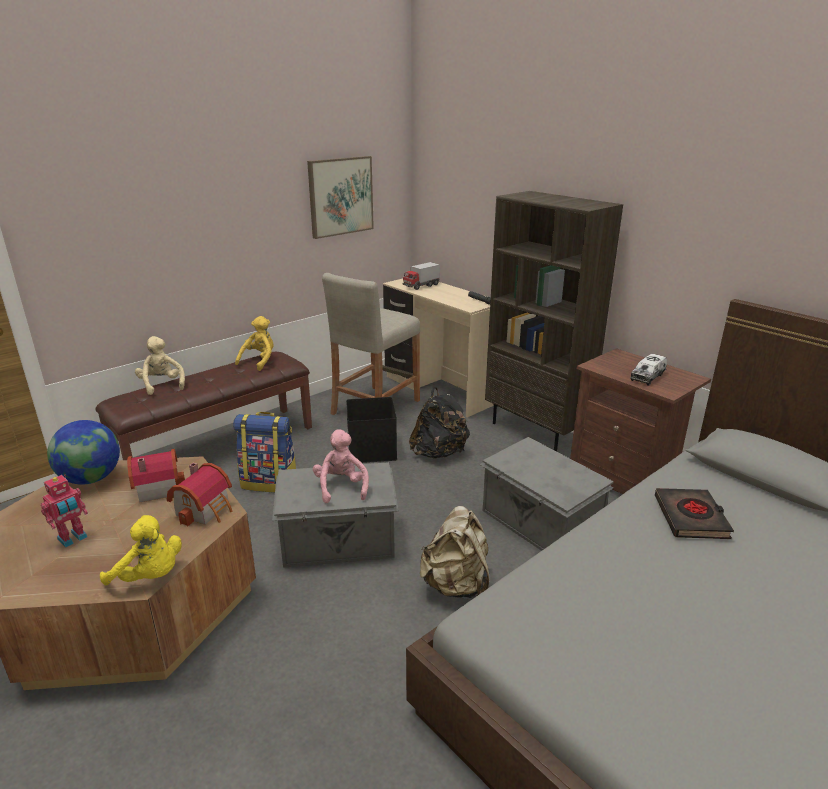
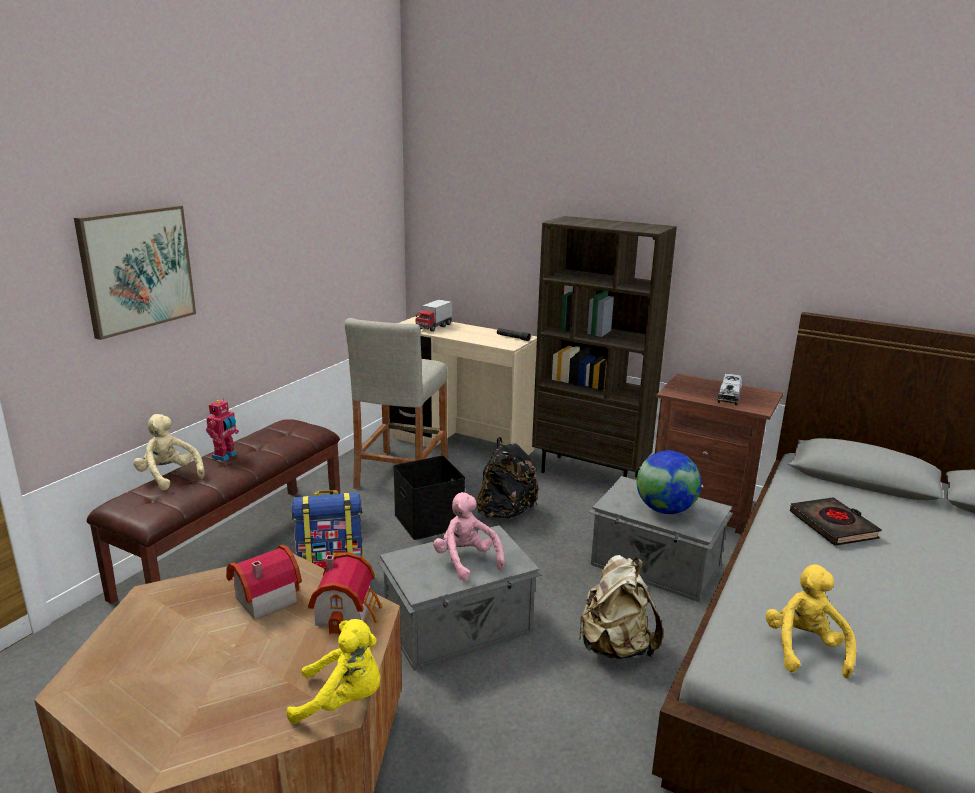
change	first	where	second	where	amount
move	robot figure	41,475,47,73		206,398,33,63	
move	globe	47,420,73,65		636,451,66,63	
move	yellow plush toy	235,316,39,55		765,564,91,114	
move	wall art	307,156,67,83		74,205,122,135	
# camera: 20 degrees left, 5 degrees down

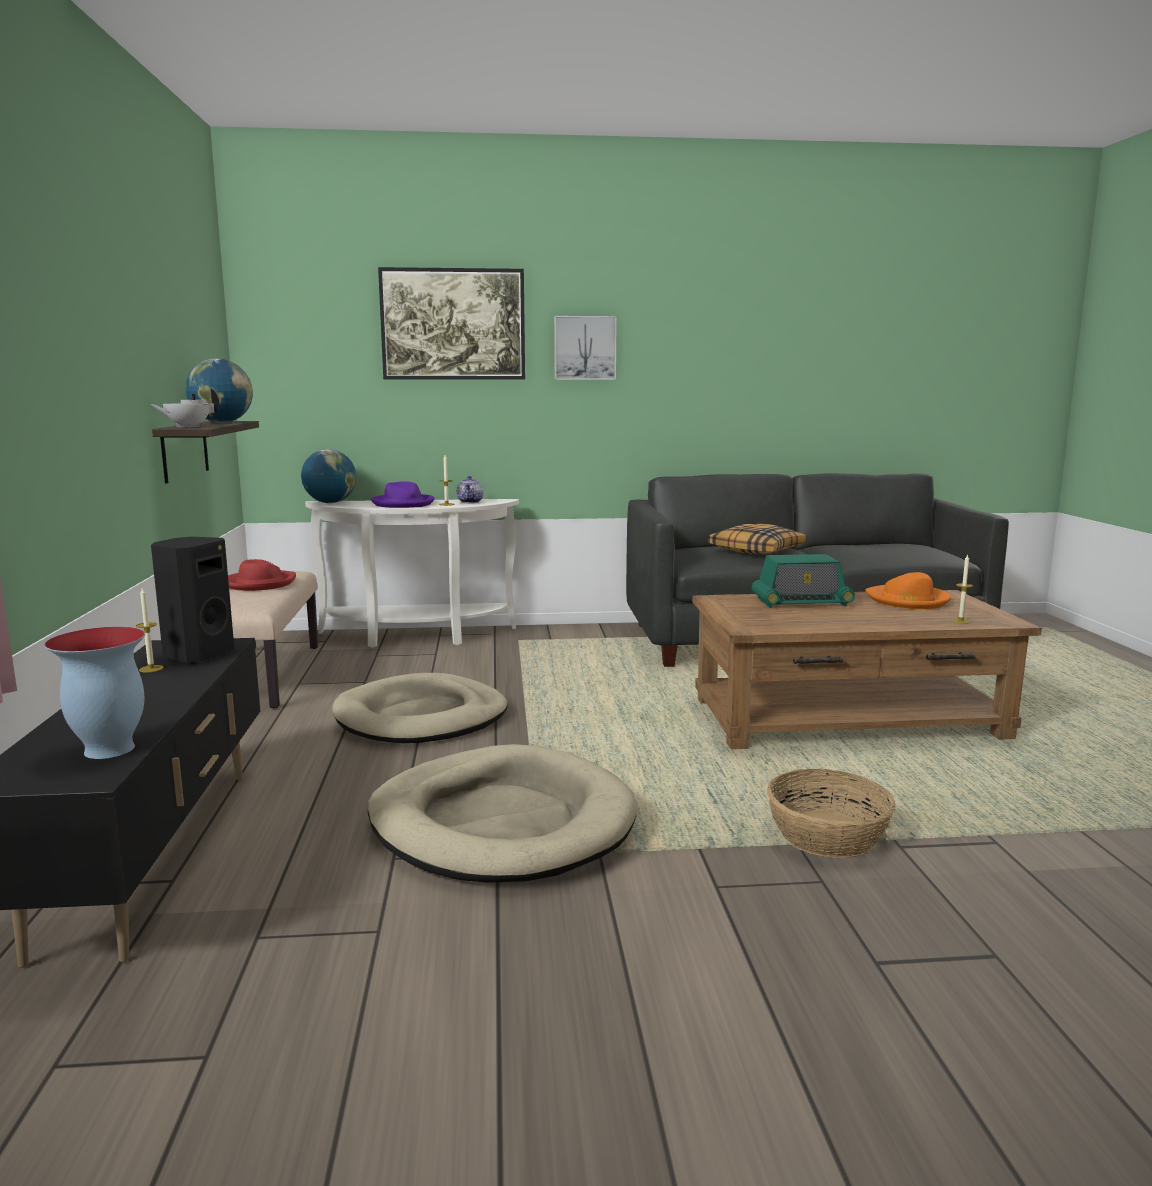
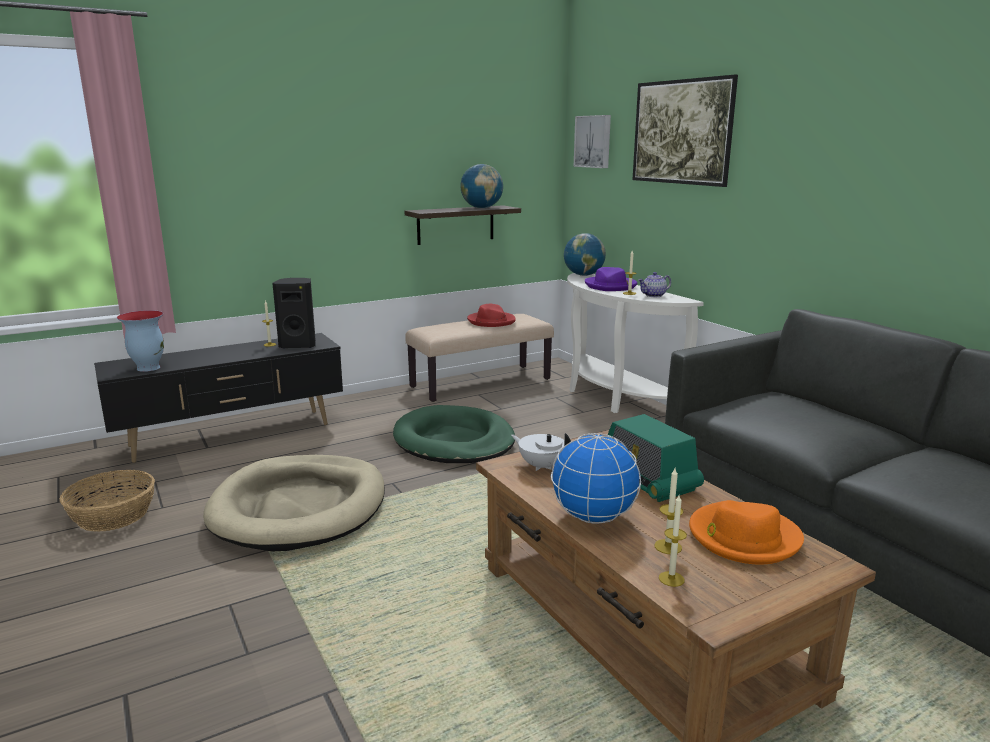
change	first	where	second	where	amount
delete	pillow	708,524,99,31			
insert			globe	551,433,90,91	
insert			wax light	654,468,29,86	
move	whitish teapot	149,388,70,40		511,433,60,38	
move	wall art	554,316,63,64		574,115,37,53	
move	household basket	767,769,129,89		60,470,95,62	
recolor	beige-coloured dog cushion	332,673,176,70	green-coloured dog cushion	393,405,122,58	
# camera: 65 degrees right, 5 degrees up

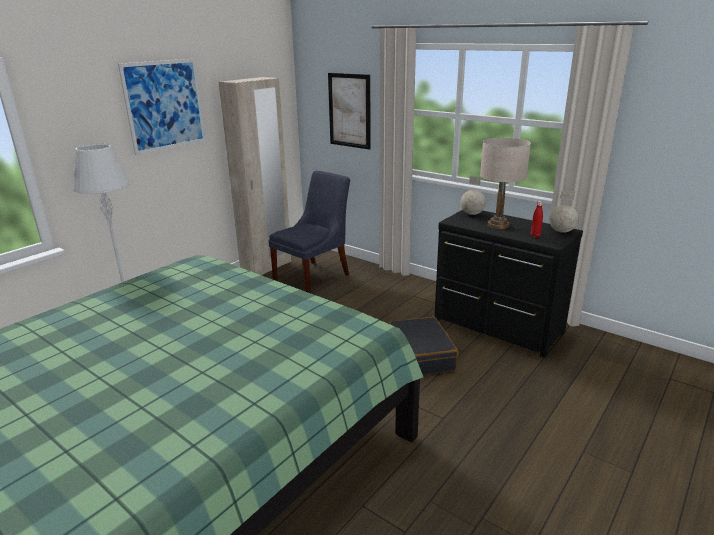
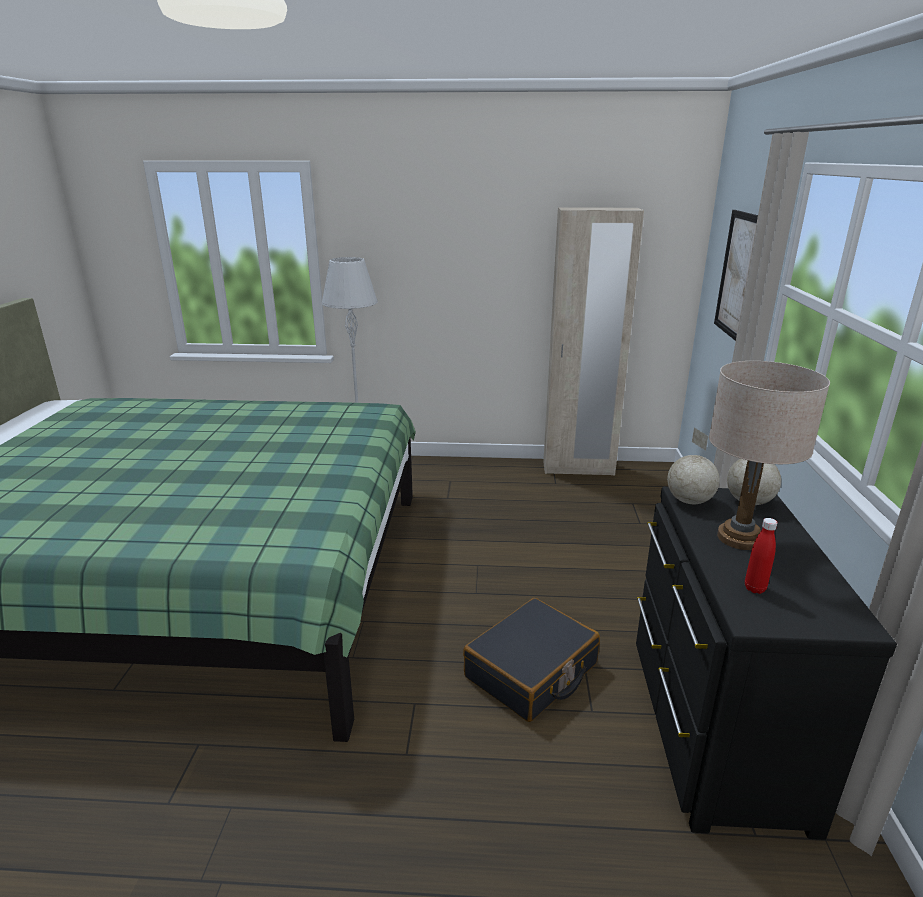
change	first	where	second	where	amount
delete	wall art	118,59,88,96			
delete	blue chair	269,170,81,123			
move	globe	549,190,30,43		667,428,53,76	
# camera: 55 degrees right, 0 degrees up

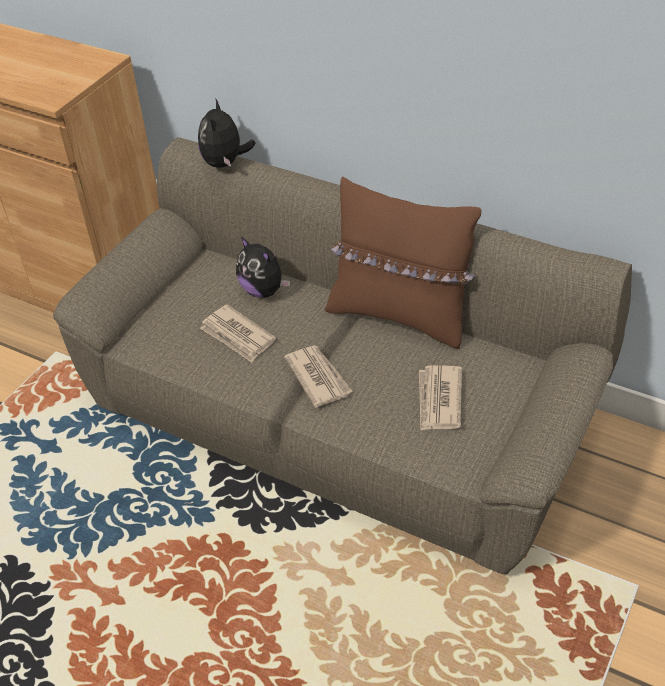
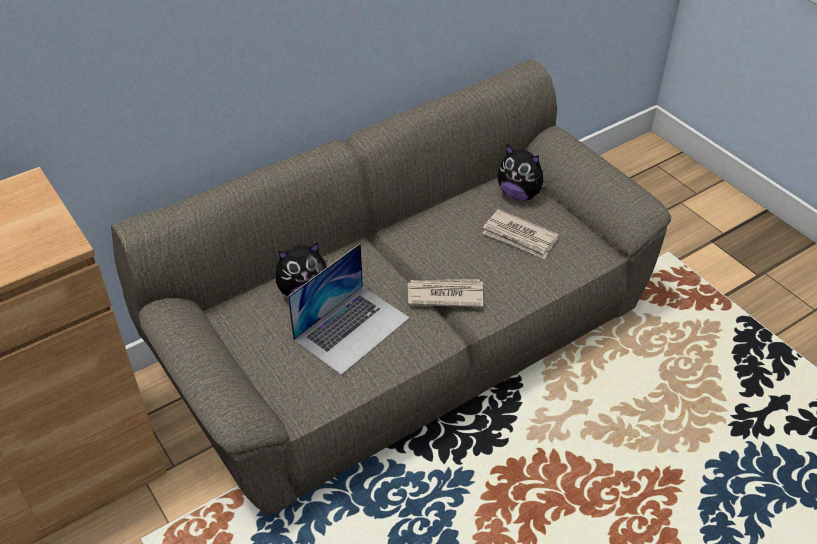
change	first	where	second	where	amount
delete	brown pillow	325,177,156,172			
move	plush toy	198,99,58,69		497,145,54,56	
replace	printed paper	200,304,76,59	laptop	288,243,122,132	
# camera: 65 degrees left, 0 degrees up

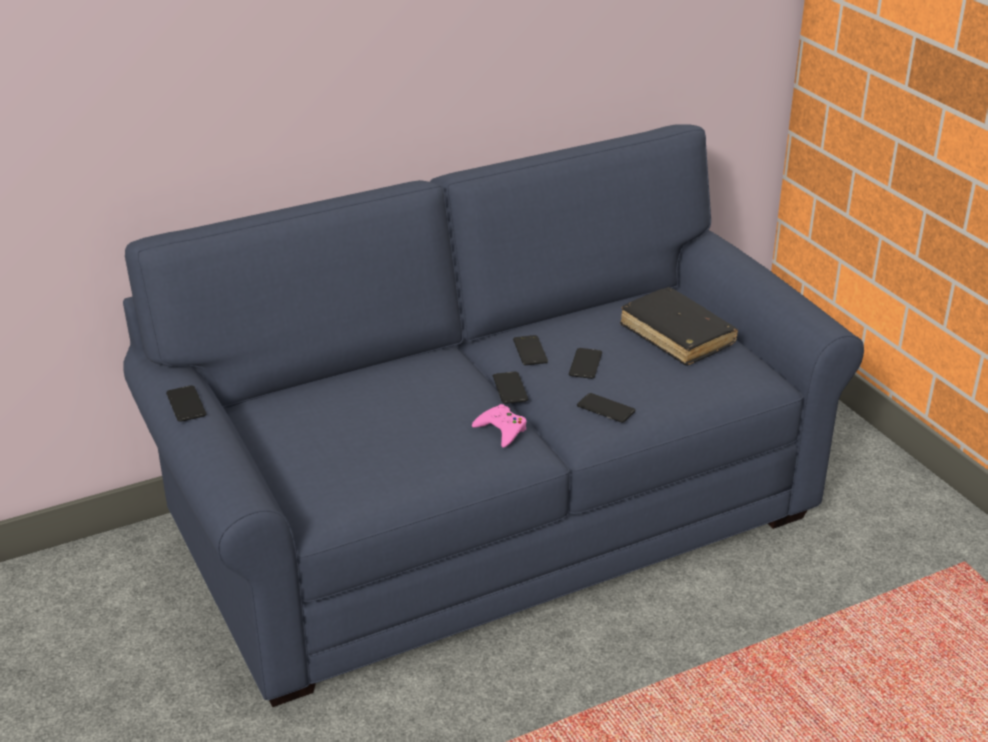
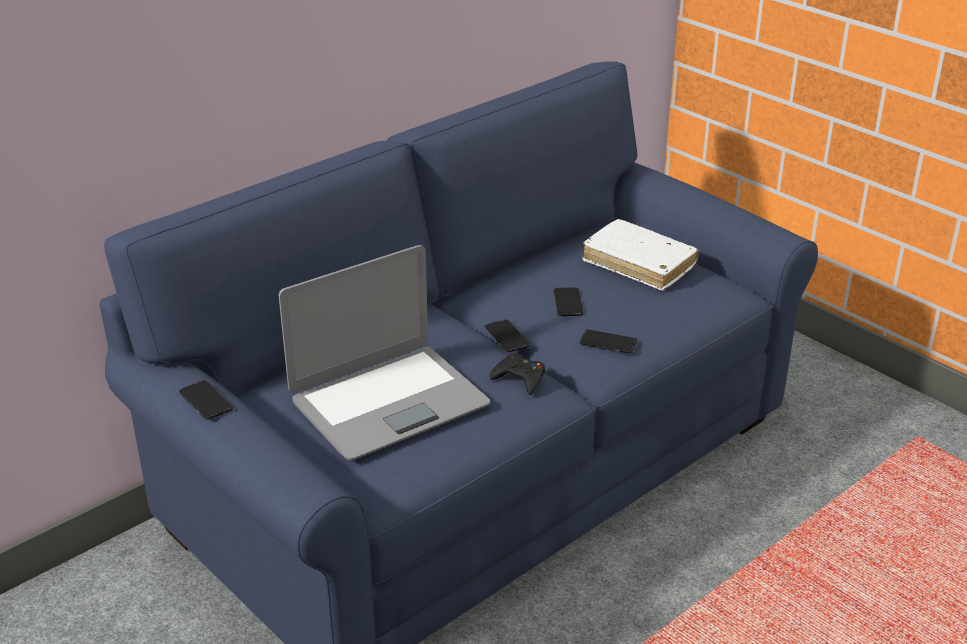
change	first	where	second	where	amount
delete	telephone	513,335,35,30			
insert			laptop	279,245,211,215	
recolor	pink gamepad	472,404,55,44	black-coloured gamepad	489,353,56,42	
recolor	black-coloured volume	620,287,118,79	whitish volume	582,219,117,72	
# camera: 15 degrees left, 0 degrees up

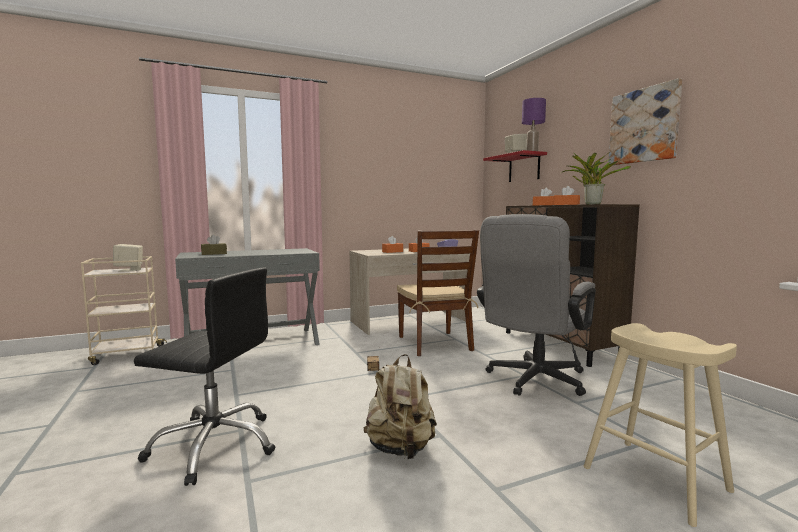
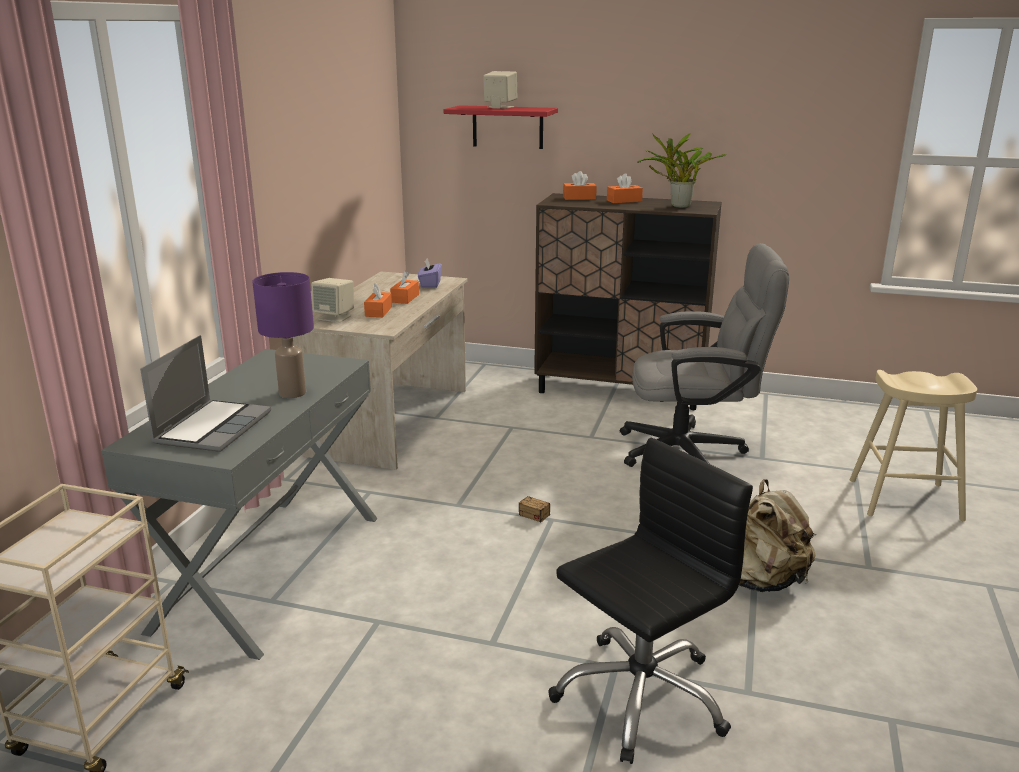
change	first	where	second	where	amount
delete	brown chair	397,230,82,126			
delete	wall art	608,78,74,87			
move	beige-coloured audio speaker	113,244,30,28		311,278,43,45	
move	purple-coloured table lamp	522,98,24,53		252,272,62,126	
replace	brown box of tissues	201,234,26,21	laptop	140,335,131,117	
rotate	greyish desk chair	477,214,119,182		620,243,169,224	75 degrees counterclockwise
# camera: 50 degrees left, 15 degrees up

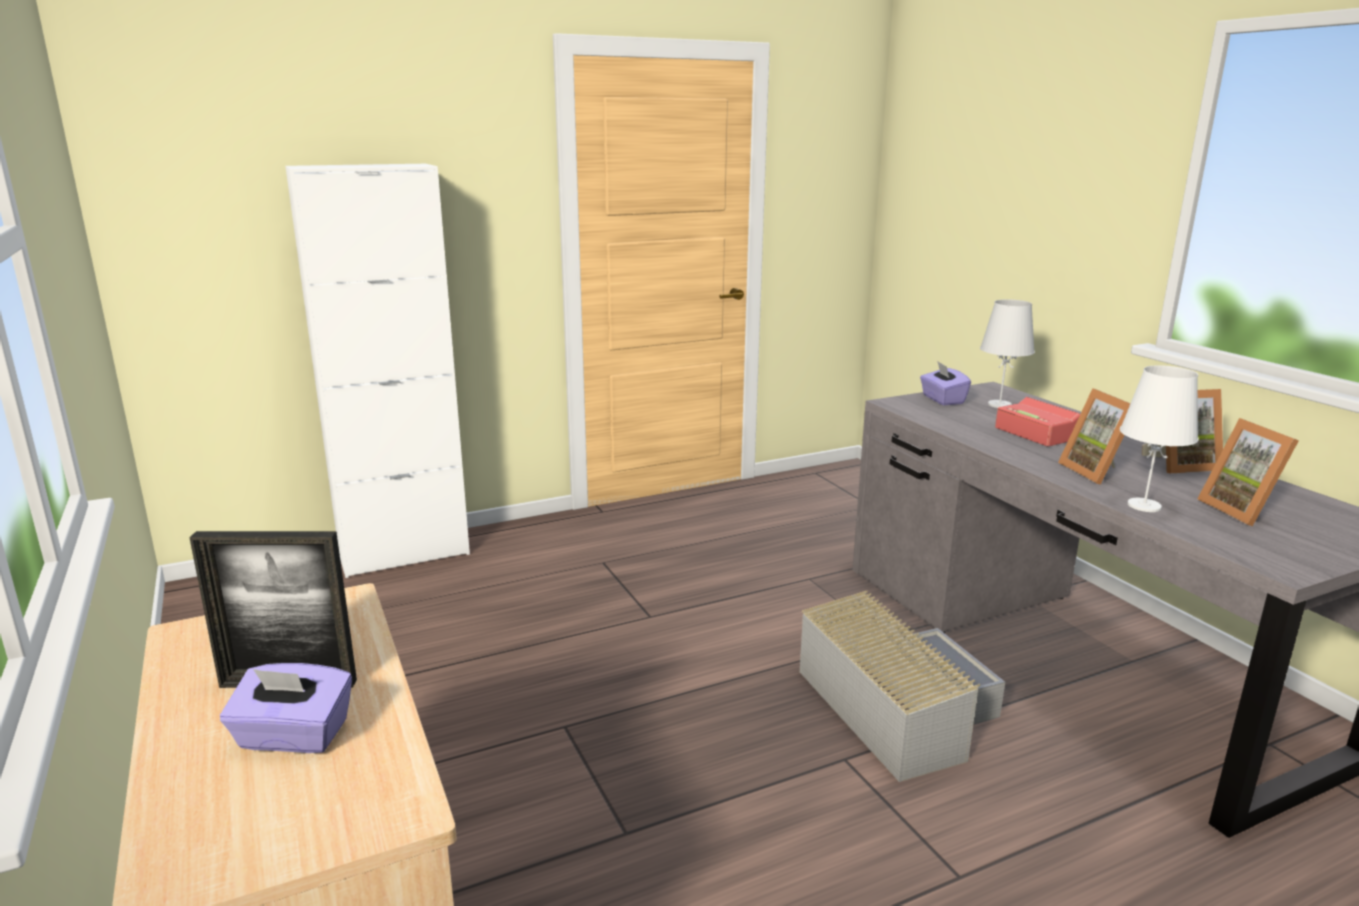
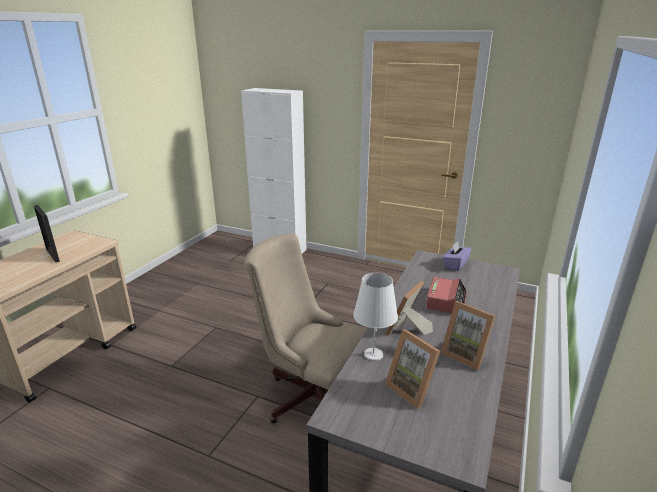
change	first	where	second	where	amount
delete	purple-coloured box of tissues	220,663,132,90			
delete	whitish table lamp	980,299,55,109			
replace	greyish storage container	800,590,205,192	beige-coloured desk chair	244,233,123,190	
rotate	picture frame	1198,418,101,108		385,329,55,80	75 degrees counterclockwise
# camera: 50 degrees right, 5 degrees up

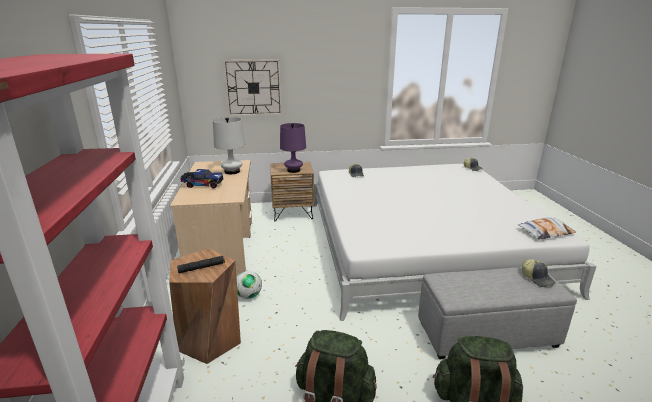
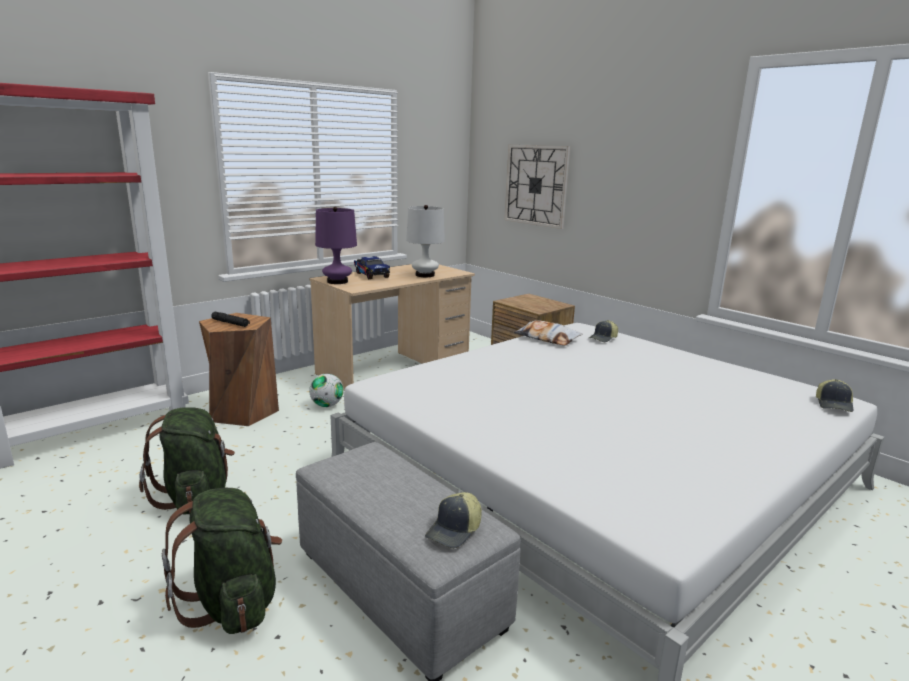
change	first	where	second	where	amount
move	purple-coloured table lamp	280,123,26,50		315,207,42,77	
move	pillow	518,217,58,23		514,320,69,26	
# camera: 55 degrees right, 5 degrees down

